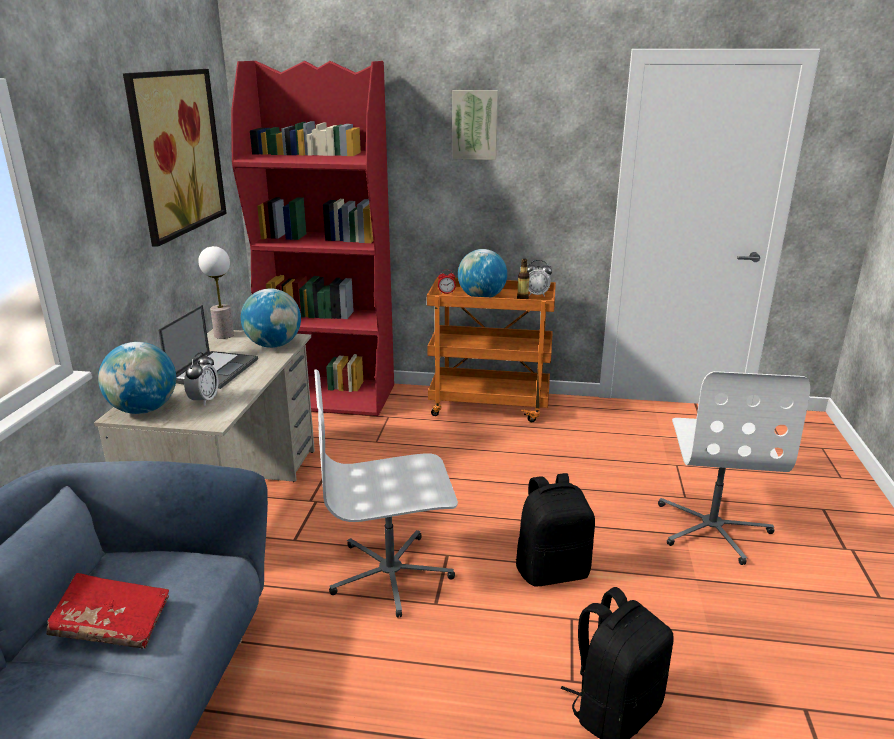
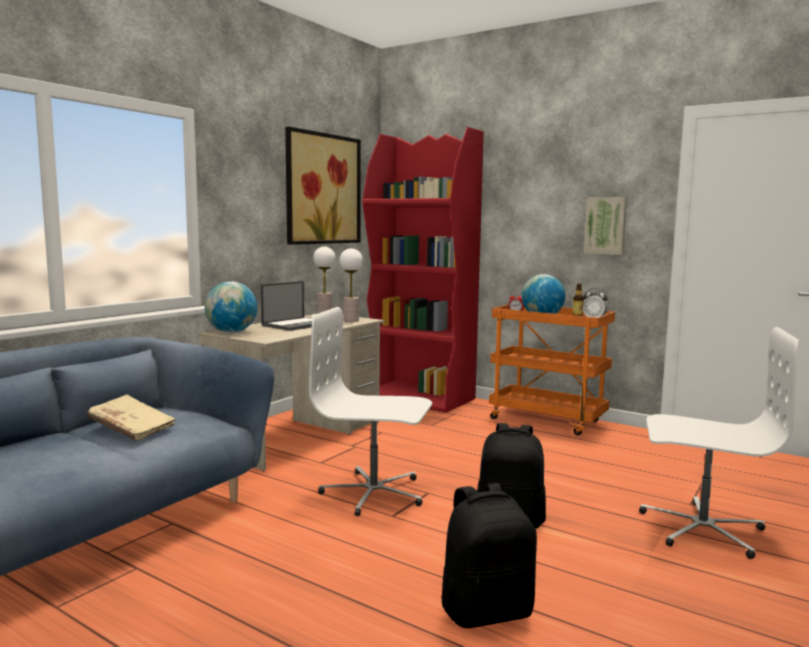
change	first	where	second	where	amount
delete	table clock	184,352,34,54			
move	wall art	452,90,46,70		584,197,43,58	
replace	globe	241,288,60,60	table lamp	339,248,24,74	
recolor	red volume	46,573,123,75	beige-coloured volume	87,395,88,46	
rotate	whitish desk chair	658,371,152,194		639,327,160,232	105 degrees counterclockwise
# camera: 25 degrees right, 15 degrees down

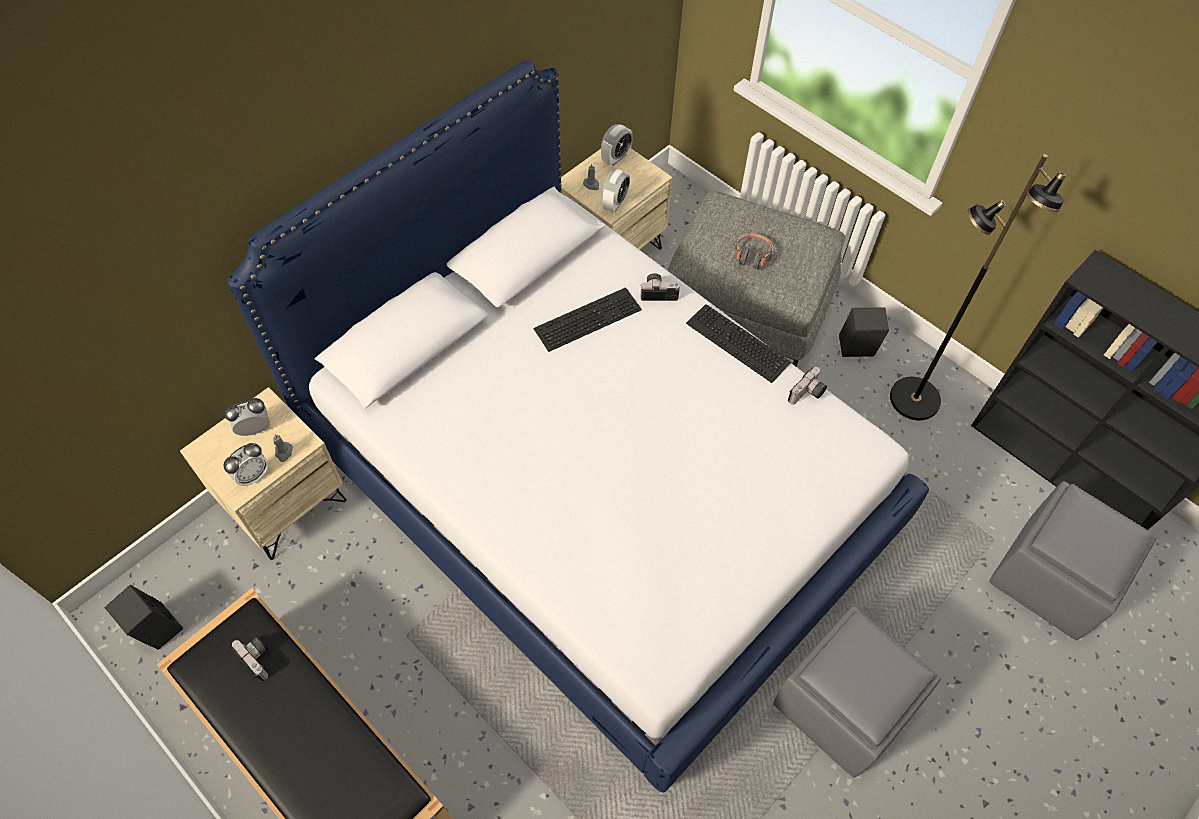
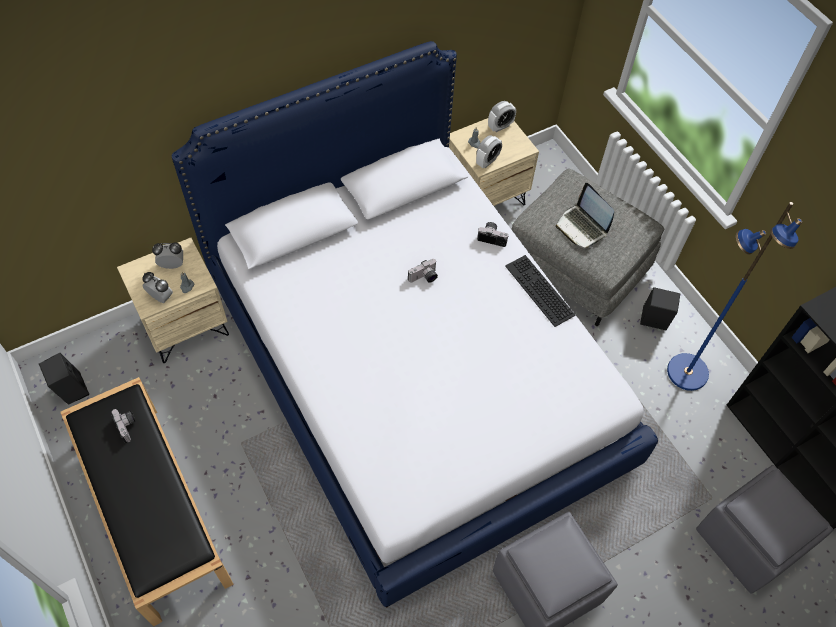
change	first	where	second	where	amount
delete	keyboard	534,287,108,65			
move	photo camera	788,367,39,38		408,259,30,24	
replace	pair of headphones	735,233,39,37	laptop	556,183,58,65	
recolor	black-coloured standing lamp	890,154,176,266	blue standing lamp	667,202,135,189	
rotate	table clock	224,443,45,43		142,272,31,31	120 degrees counterclockwise
# camera: 15 degrees right, 0 degrees up

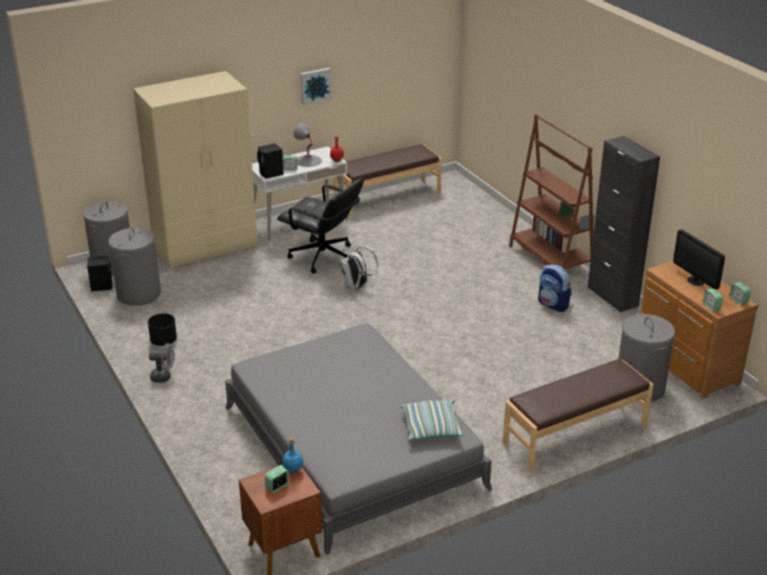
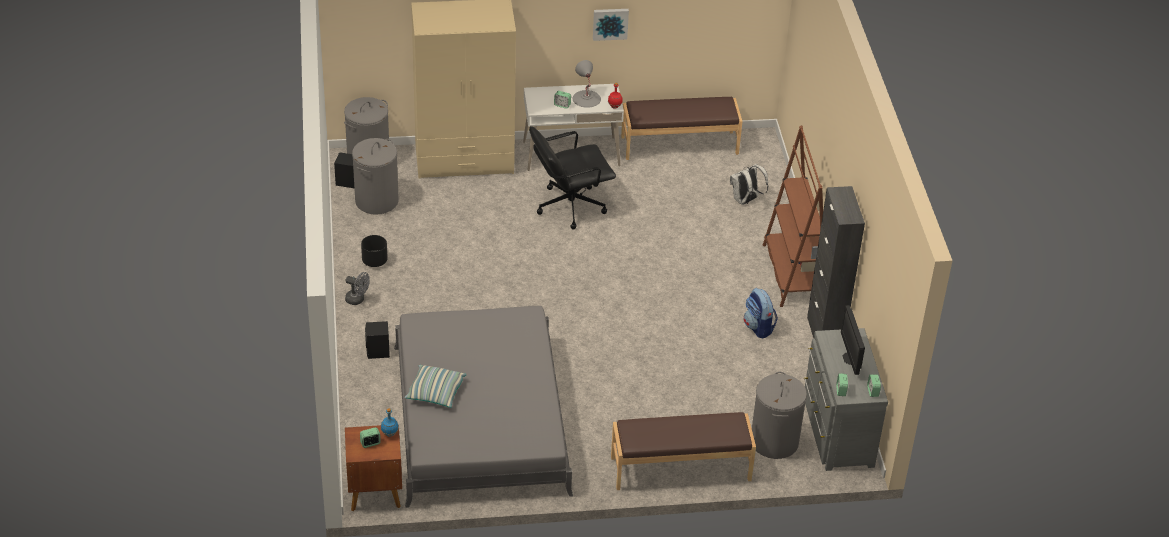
change	first	where	second	where	amount
move	black-coloured audio speaker	257,143,27,36		365,321,25,38	
move	whitish backpack	340,246,38,44		730,164,38,41	
move	pillow	400,400,64,40		404,365,63,43	
recolor	brown dresser	641,261,117,138	greyish dresser	804,328,84,143	
rotate	black-coloured desk chair	277,178,87,95		529,126,87,103	105 degrees clockwise
# camera: 20 degrees right, 10 degrees up

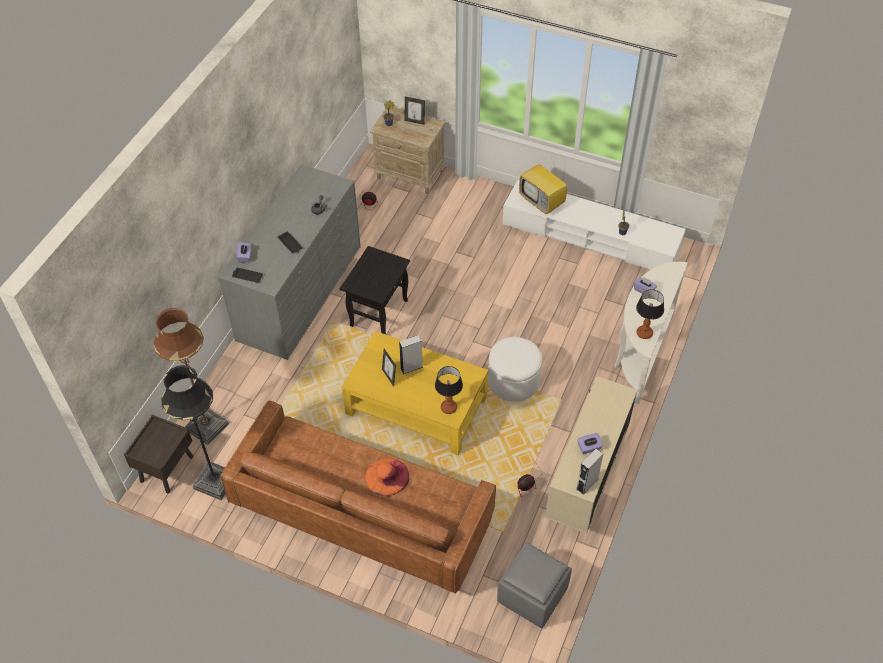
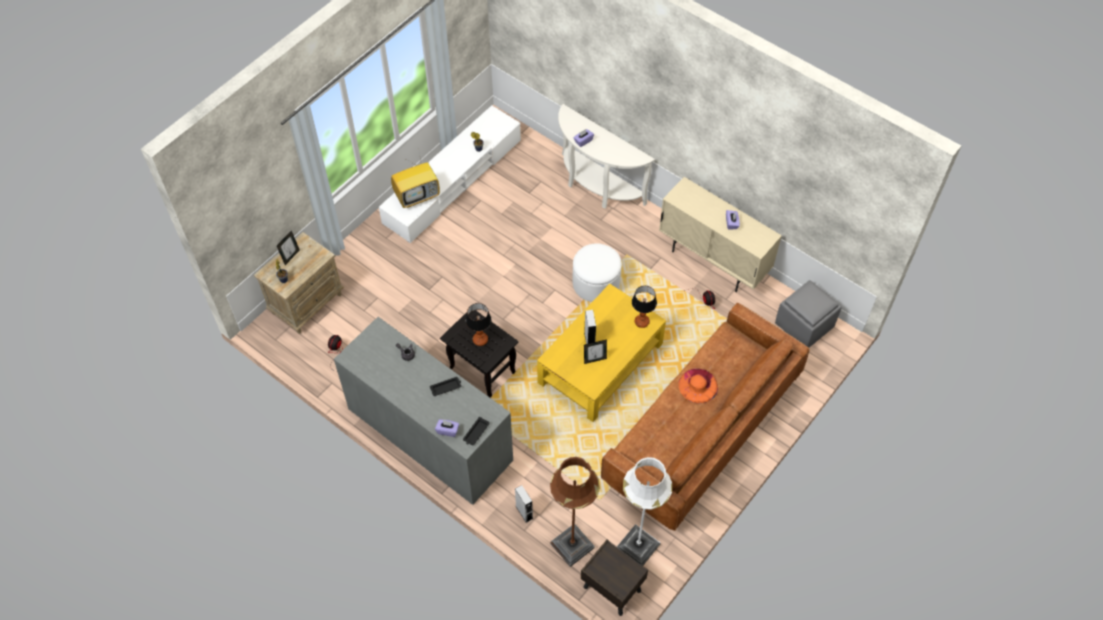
change	first	where	second	where	amount
move	greyish audio speaker	576,449,27,46		515,485,18,38	
move	table lamp	636,289,28,50		466,303,26,43	
recolor	black-coloured standing lamp	162,365,63,135	whitish standing lamp	617,457,55,110	
# camera: 75 degrees left, 5 degrees up

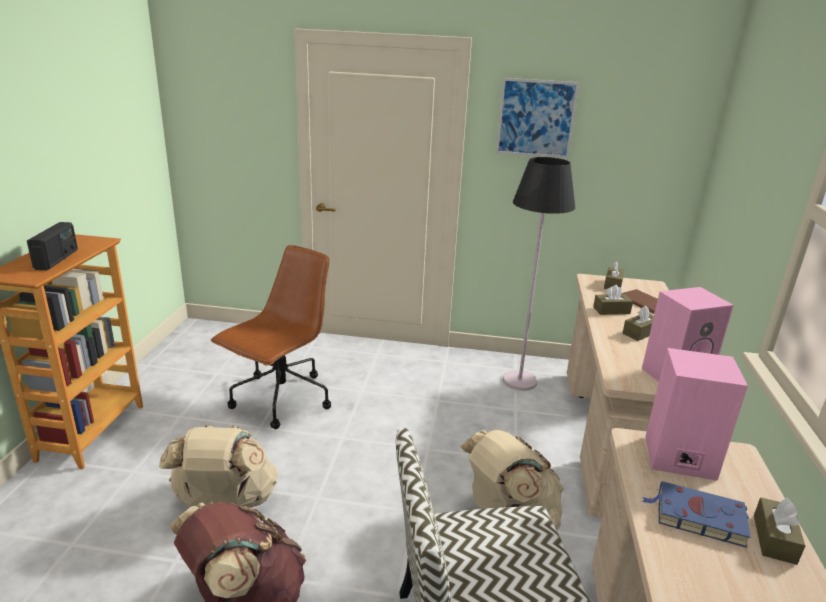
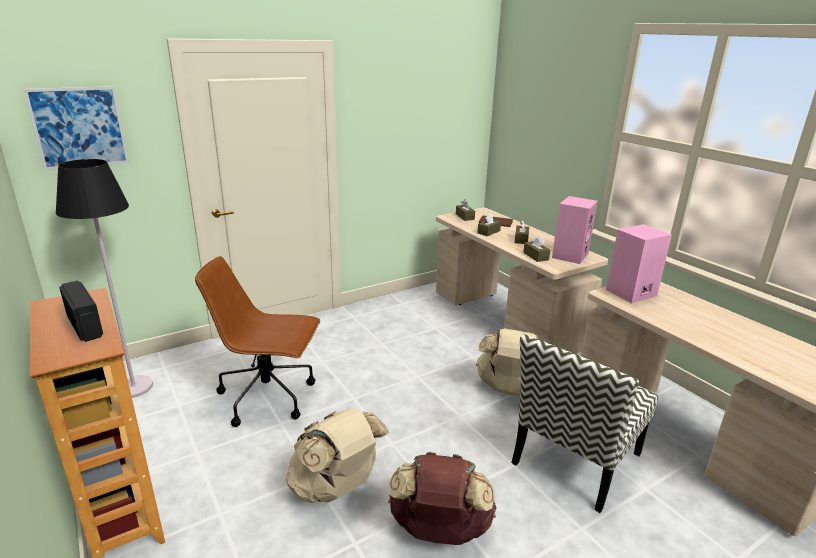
change	first	where	second	where	amount
delete	blue volume	642,481,109,67			
move	wall art	496,78,83,80		24,86,105,84	
move	black-coloured standing lamp	503,157,72,234		56,159,97,239	
move	brown box of tissues	754,497,51,68		523,236,27,26	
rotate	brown desk chair	211,245,120,184		195,256,125,171	75 degrees counterclockwise
# camera: 40 degrees left, 0 degrees up

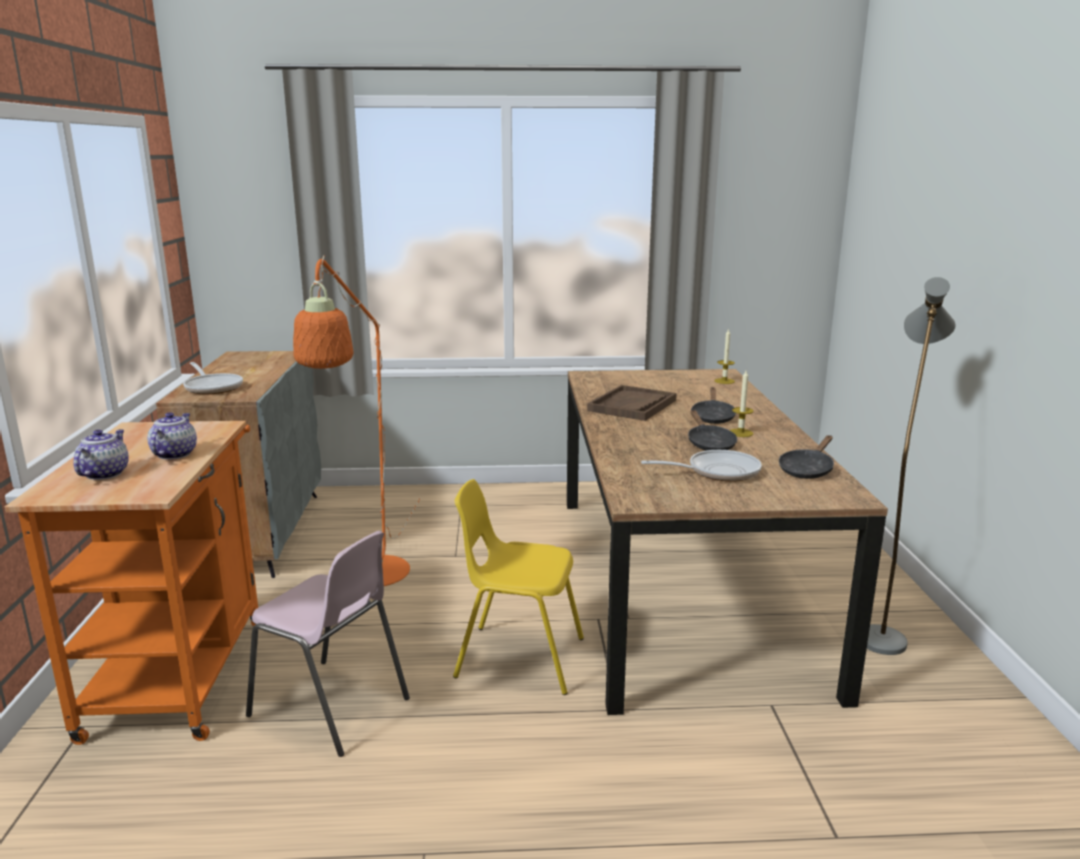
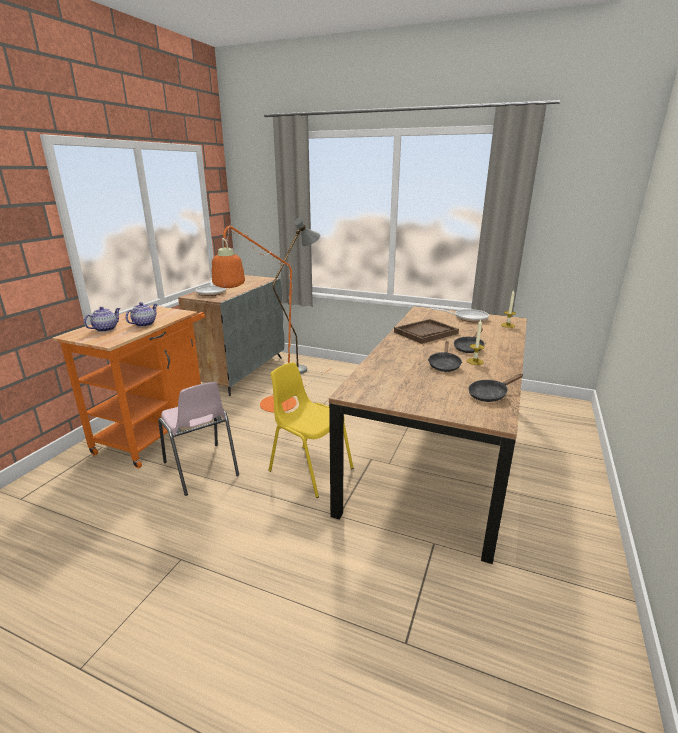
change	first	where	second	where	amount
move	pan	641,450,121,32		431,308,58,14	
move	greyish standing lamp	867,277,88,378		273,218,47,156	
# camera: 25 degrees right, 5 degrees up

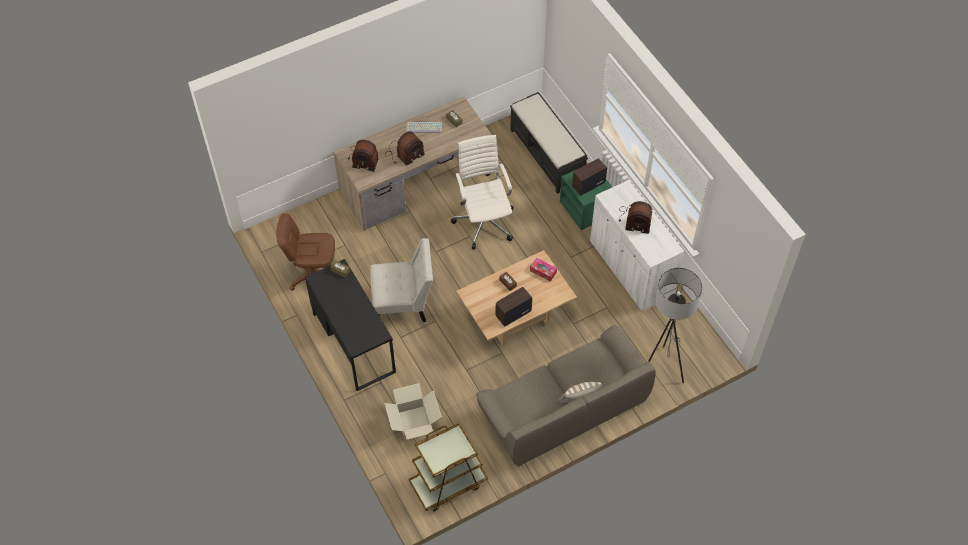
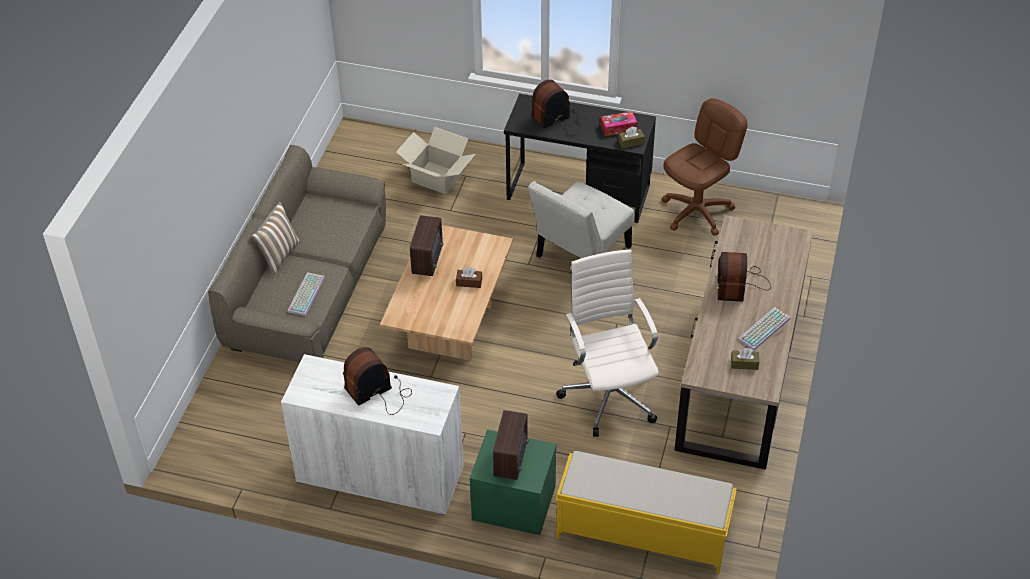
change	first	where	second	where	amount
delete	brown trolley	409,422,79,89			
delete	greyish standing lamp	648,268,54,115			
insert			keyboard	288,272,37,44	
move	radio set	348,140,31,31		531,80,56,56	
move	box of tissues	530,258,27,24		600,111,37,25	
recolor	black-coloured long seat	510,92,78,102	yellow long seat	555,451,182,123	
rotate	whitish desk chair	451,135,63,114		556,249,103,188	135 degrees counterclockwise
# camera: 135 degrees right, 10 degrees down

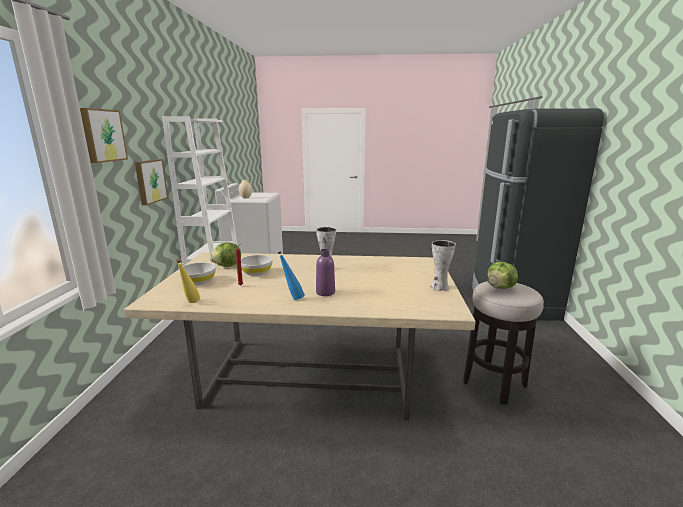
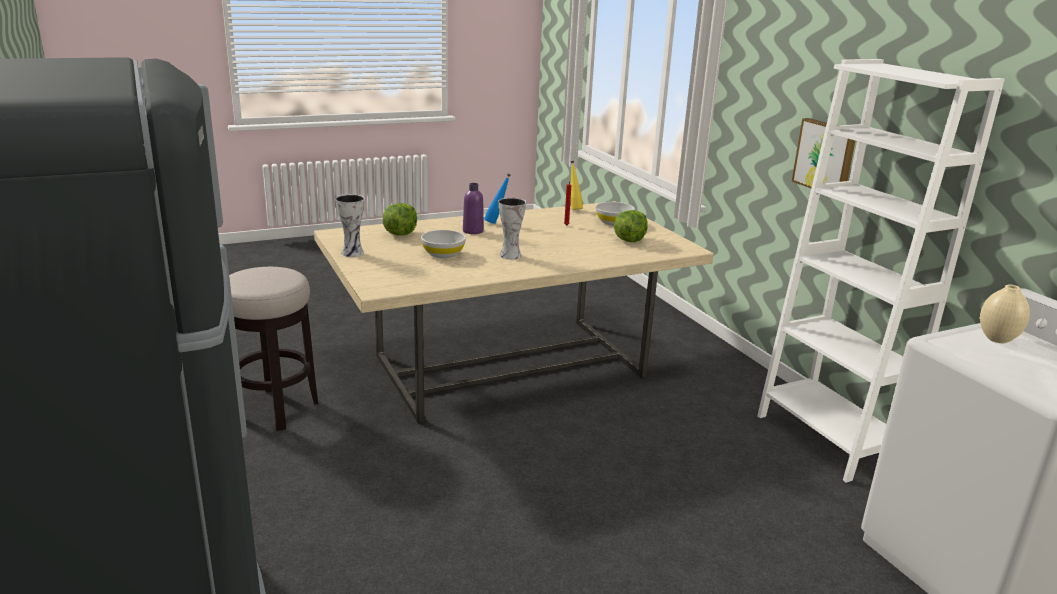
change	first	where	second	where	amount
delete	wall art	80,108,48,55			
move	whitish serving bowl	241,255,32,21		421,230,45,28	
move	lettuce head	487,261,31,28		383,203,34,33	
# camera: 150 degrees right, 5 degrees up

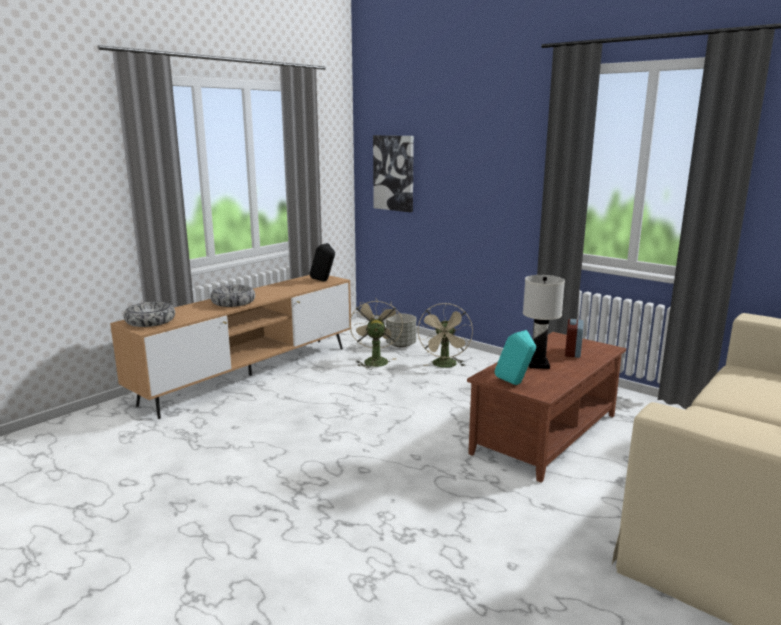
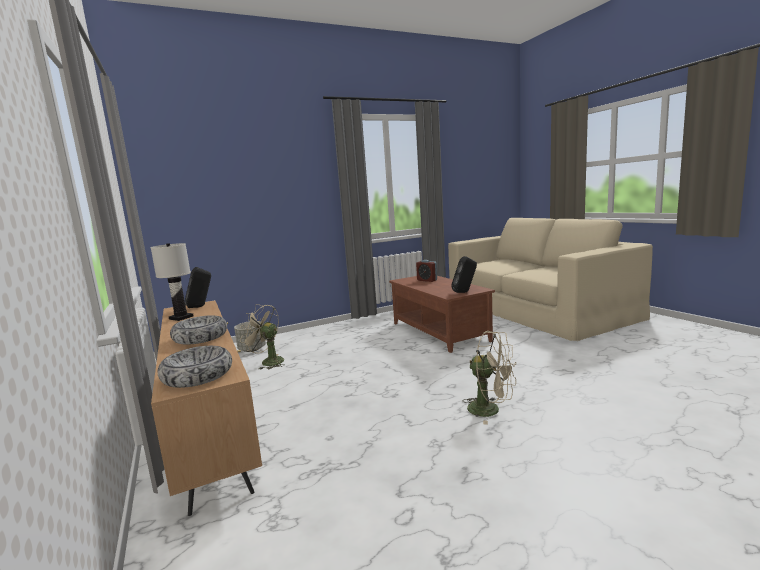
change	first	where	second	where	amount
delete	wall art	373,135,41,77			
move	beige-coloured fan	418,303,55,65		464,331,52,94	
move	whitish table lamp	523,275,42,94		150,243,43,78	
recolor	blue-green audio speaker	494,330,42,55	black-coloured audio speaker	451,256,26,37	
# camera: 65 degrees left, 5 degrees down

